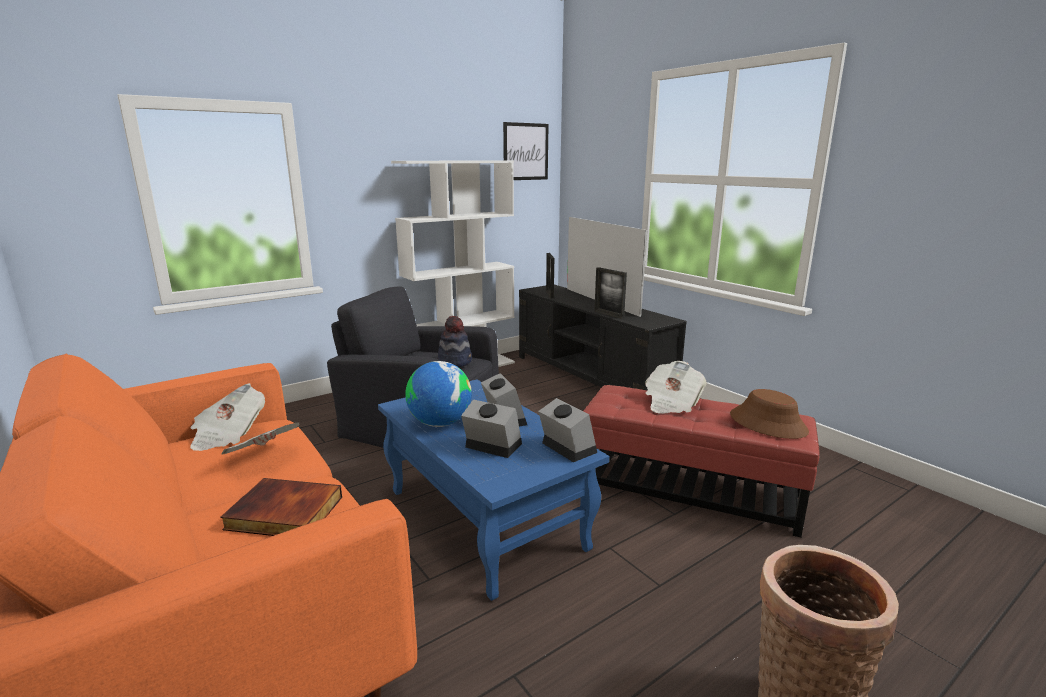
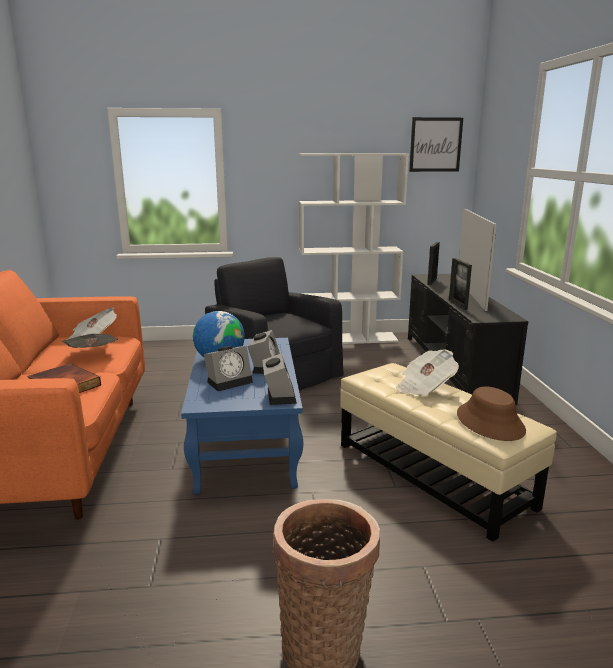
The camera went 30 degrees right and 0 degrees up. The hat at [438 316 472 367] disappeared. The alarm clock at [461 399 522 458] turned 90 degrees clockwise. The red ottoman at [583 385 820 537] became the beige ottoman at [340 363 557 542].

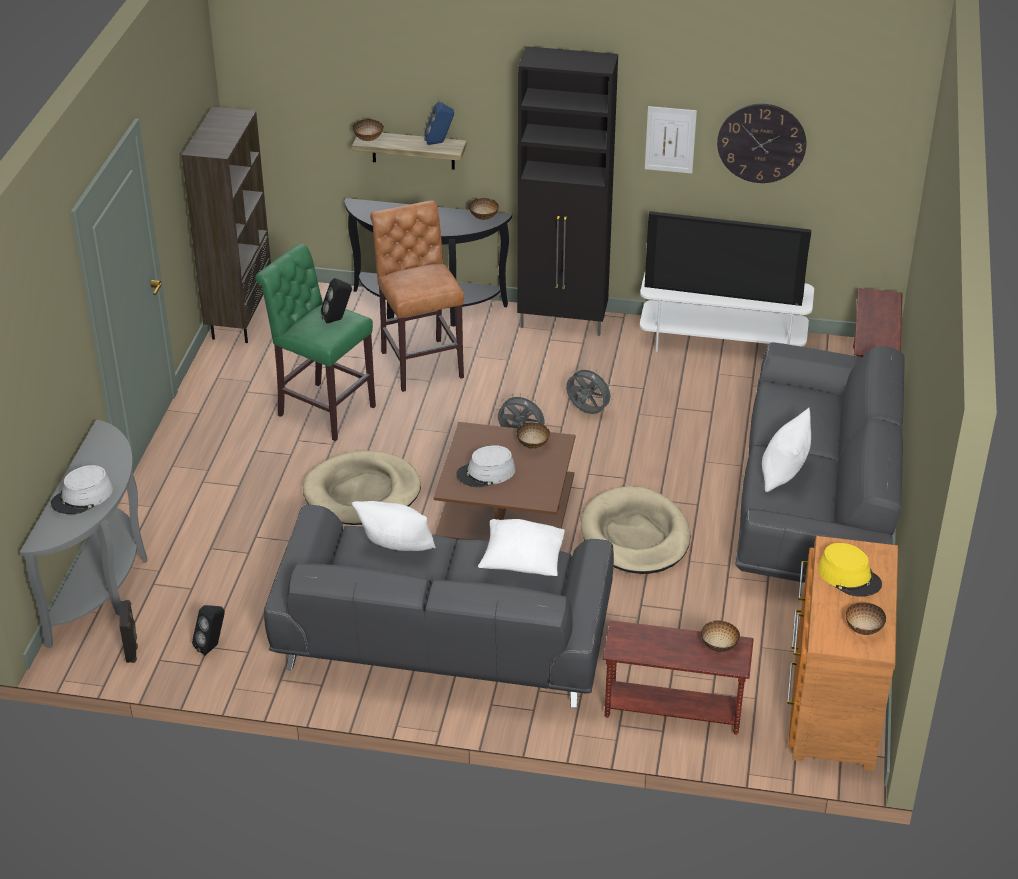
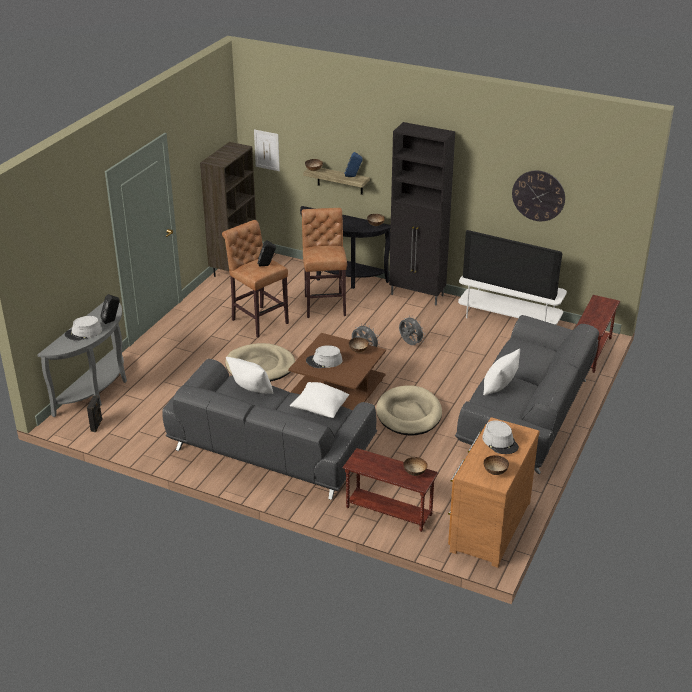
The camera went 15 degrees right and 5 degrees down. The black speaker moved from [192 605 225 656] to [100 294 120 324]. The green stool at [255 244 376 441] became the brown stool at [222 220 289 338]. The picture moved from [645 106 697 174] to [254 129 280 171]. The yellow hat at [818 543 882 597] became the grey hat at [482 420 519 454].

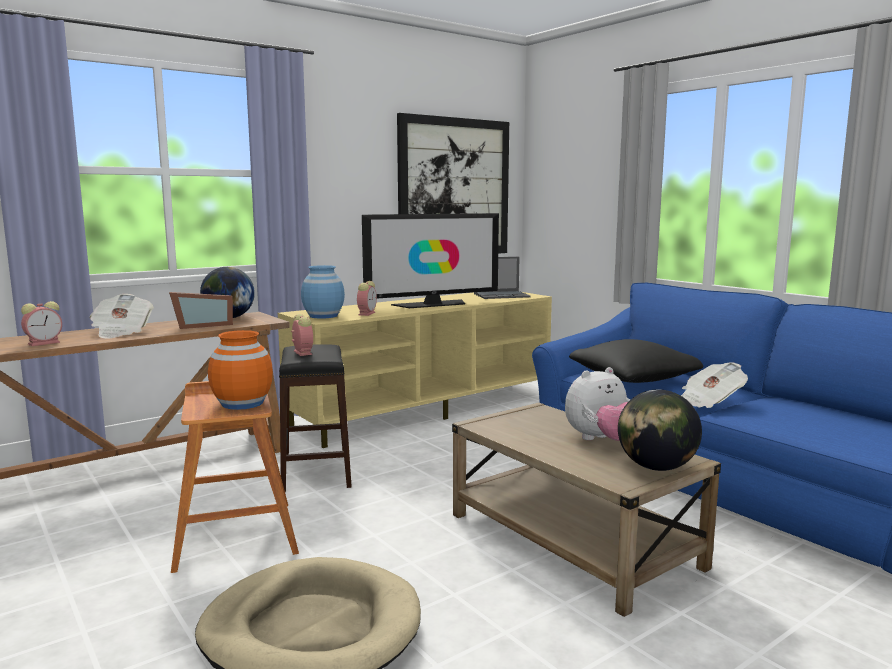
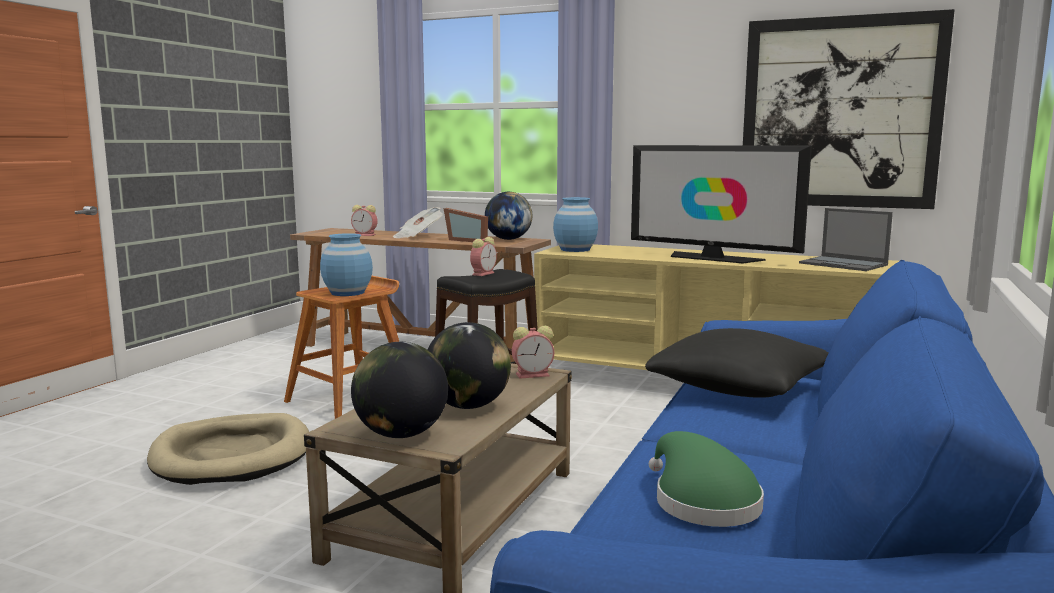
The camera went 60 degrees right and 0 degrees up. The orange vase at [208 330 273 410] became the blue vase at [320 233 373 296]. The alarm clock moved from [357 281 377 316] to [512 326 554 379]. The plush toy at [565 367 630 441] was replaced by the globe at [428 322 511 409]. The newspaper at [681 362 748 408] disappeared. The green hat at [649 431 764 527] appeared.

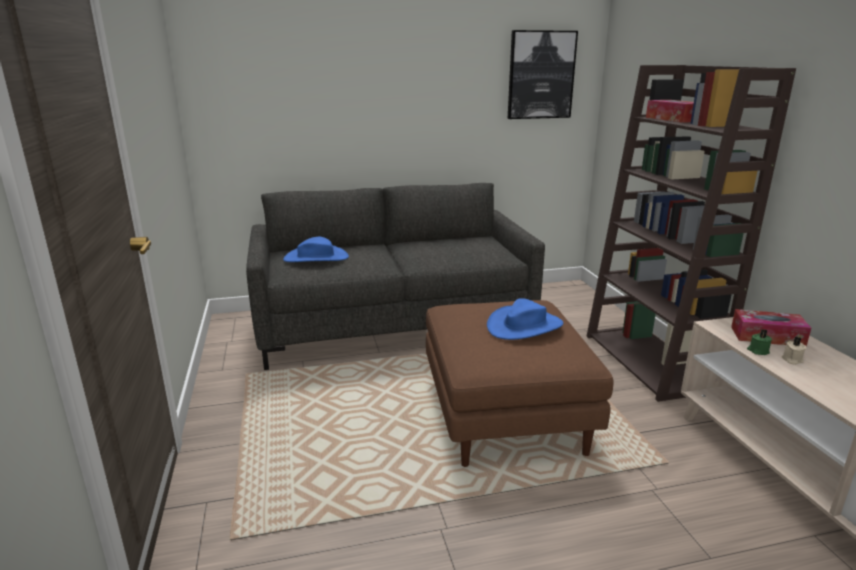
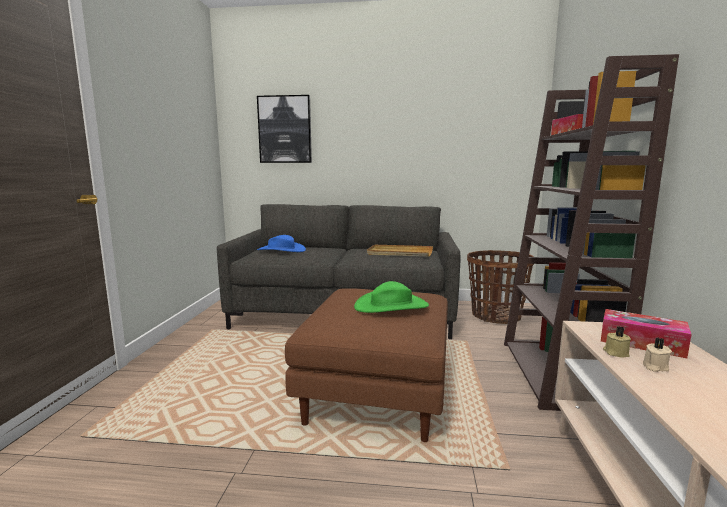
The camera went 20 degrees right and 10 degrees down. The blue hat at [487 298 563 340] became the green hat at [354 281 429 313]. The picture moved from [508 30 578 119] to [257 95 312 163]. The green candle at [747 329 772 355] became the beige candle at [603 326 631 358]. The beige tray at [367 245 433 257] appeared. The basket at [467 250 534 324] appeared.

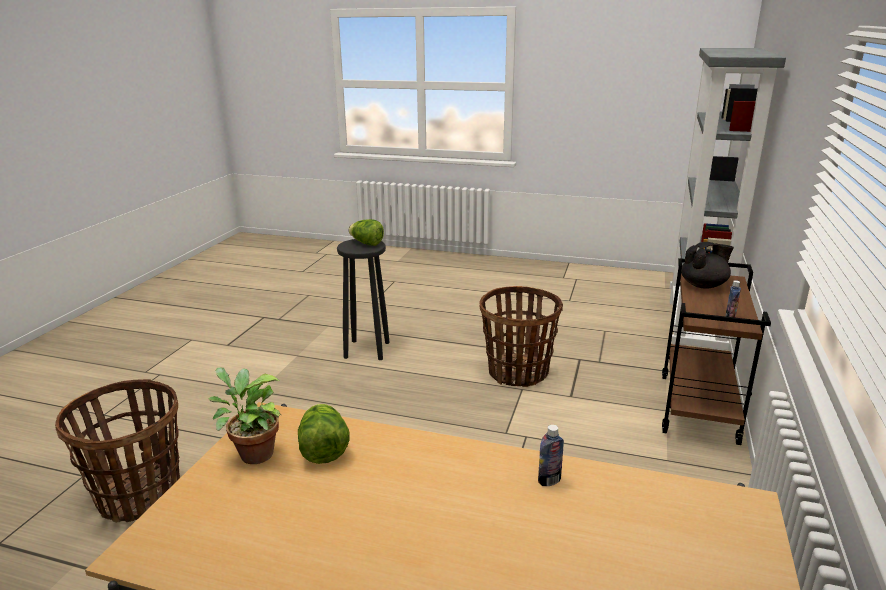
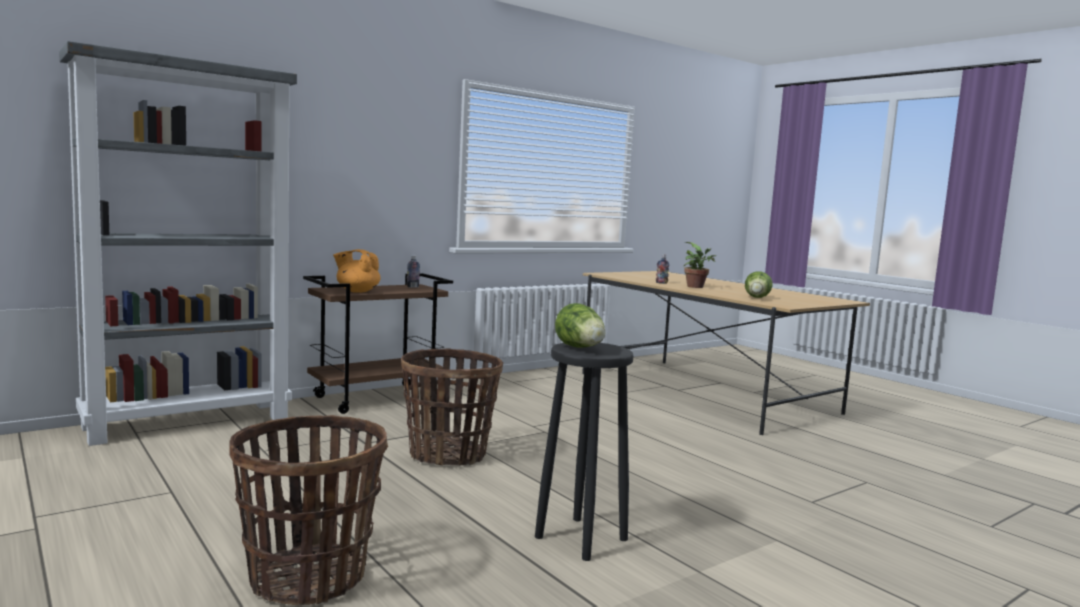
The camera went 145 degrees left and 15 degrees down. The basket moved from [55 379 180 522] to [229 415 388 605]. The potted plant moved from [208 367 282 464] to [683 242 716 288]. The black teapot at [681 242 734 289] became the orange teapot at [333 249 380 293].

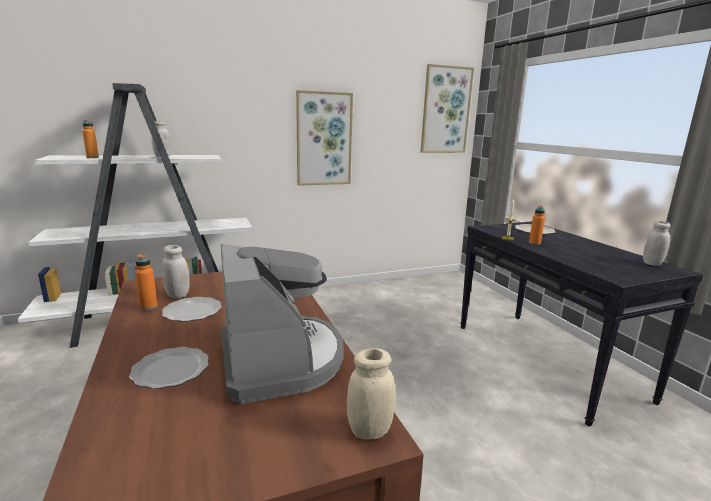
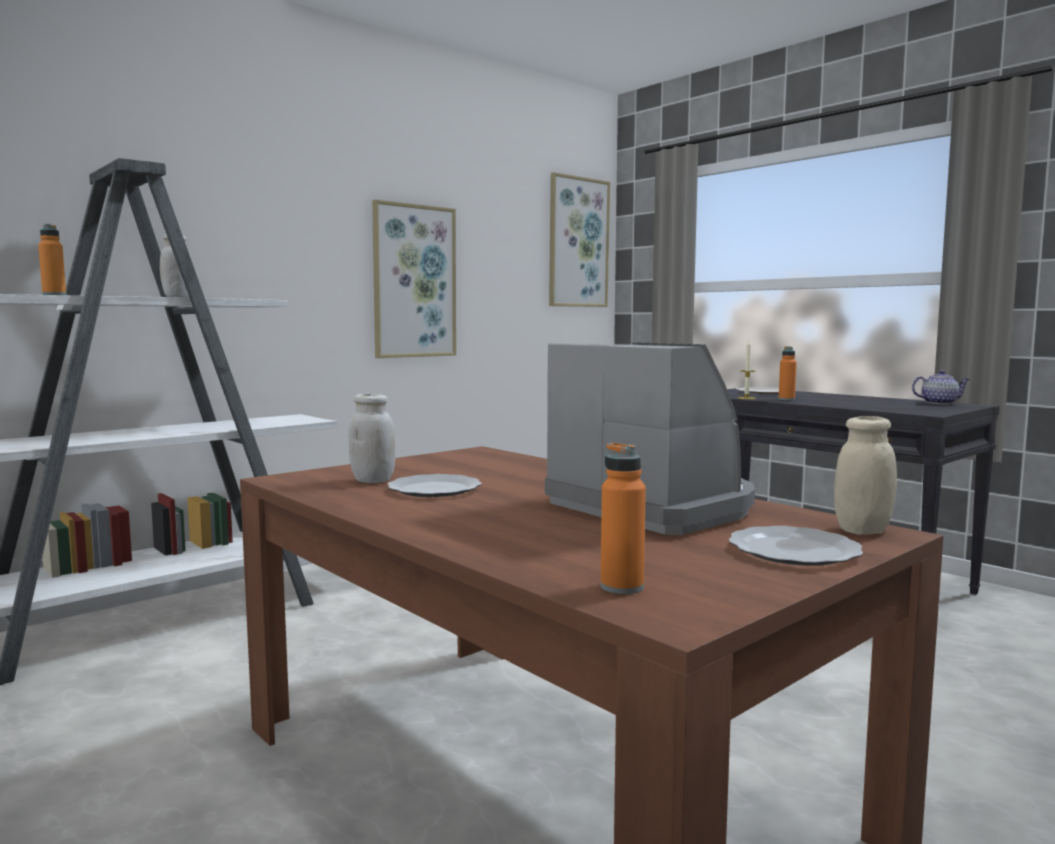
The camera went 20 degrees left and 10 degrees down. The plate moved from [129 347 209 389] to [729 526 863 566]. The orange bottle moved from [135 254 158 310] to [601 442 646 594]. The white jar at [643 221 670 266] was replaced by the teapot at [912 370 970 404].

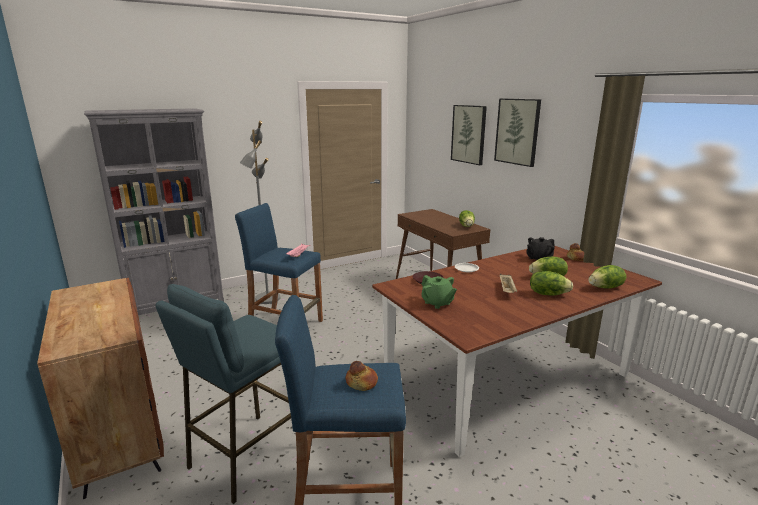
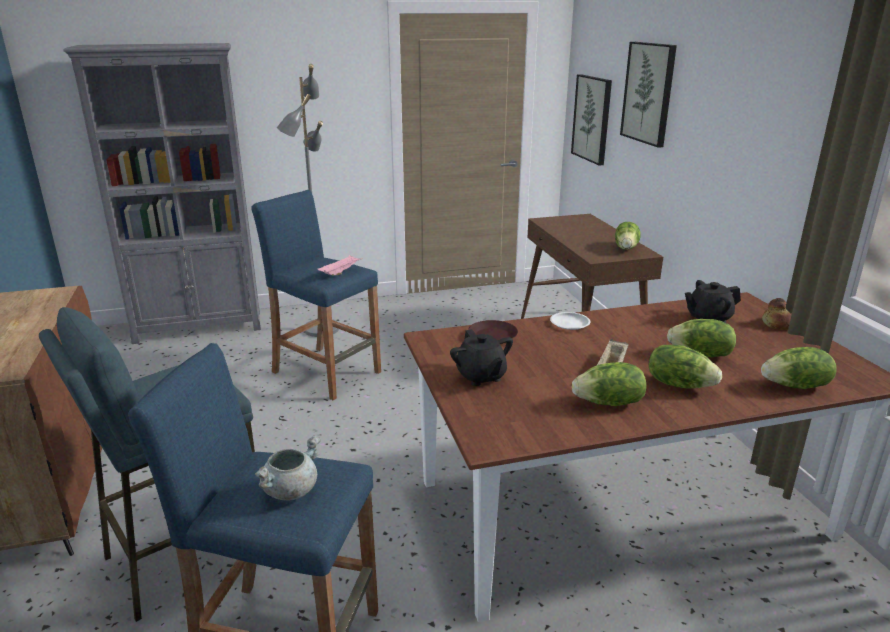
The camera went 15 degrees right and 5 degrees up. The bread at [346 361 378 391] was replaced by the grey cooking pot at [254 435 321 501]. The green teapot at [421 275 457 309] became the black teapot at [450 329 513 386]. The picture moved from [494 99 541 167] to [571 74 612 166]. The lettuce at [572 362 647 406] appeared.

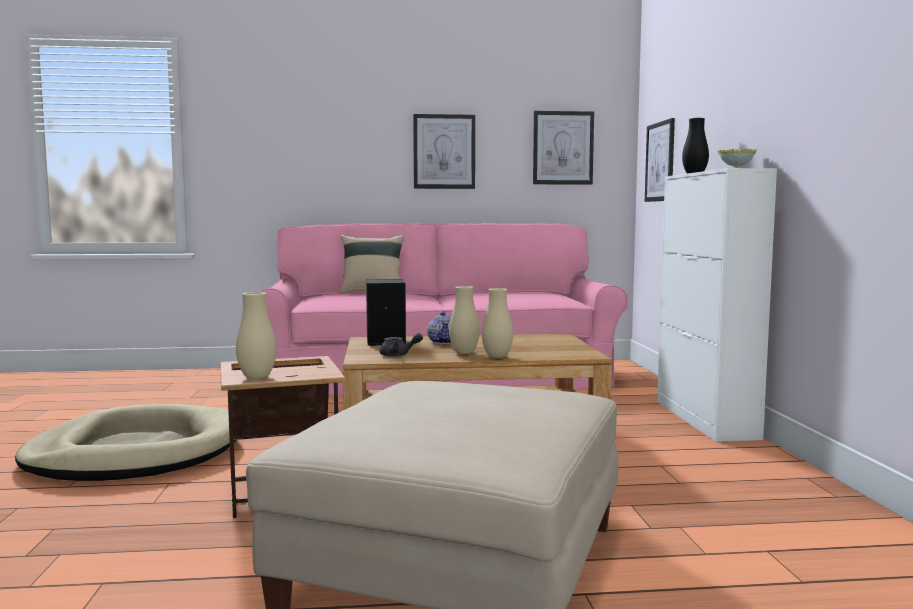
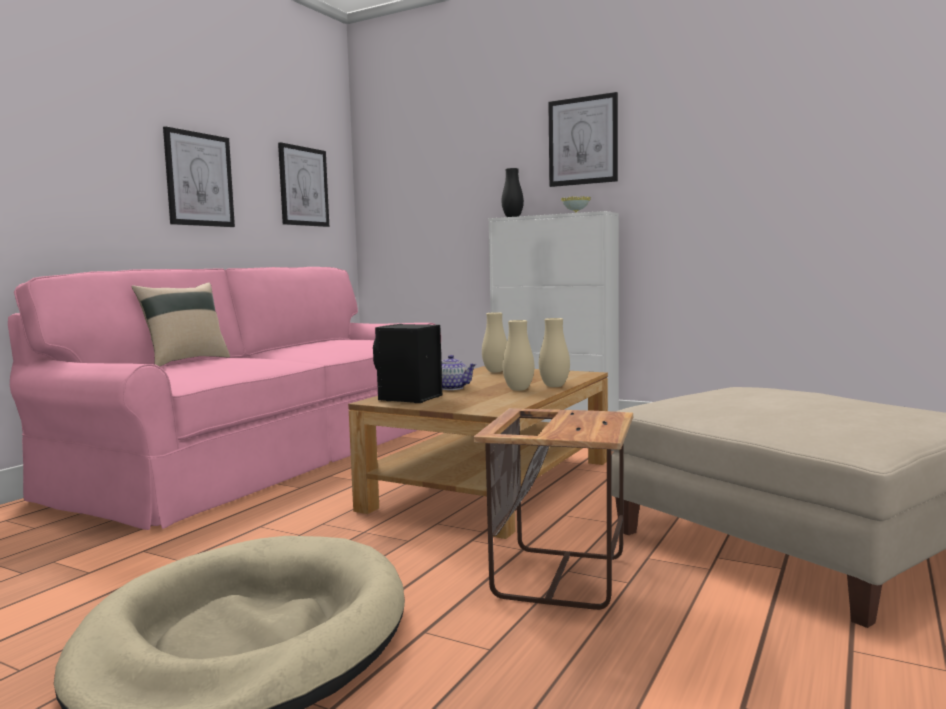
The camera went 55 degrees left and 0 degrees up. The beige vase moved from [236 292 277 379] to [482 312 507 372]. The grey teapot at [380 333 423 357] disappeared. The picture moved from [645 118 675 202] to [548 92 618 187].

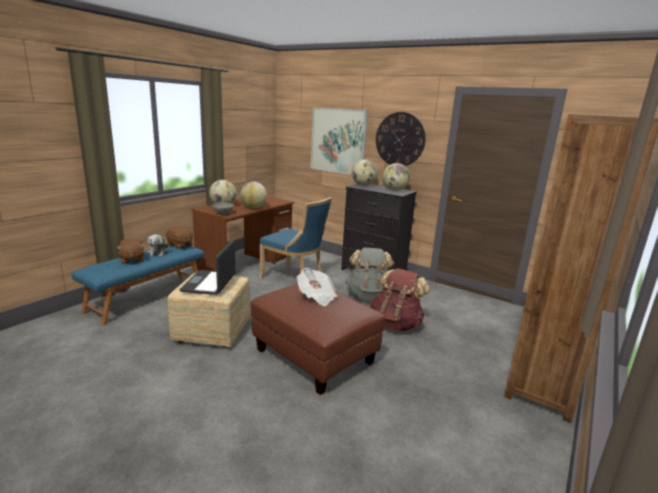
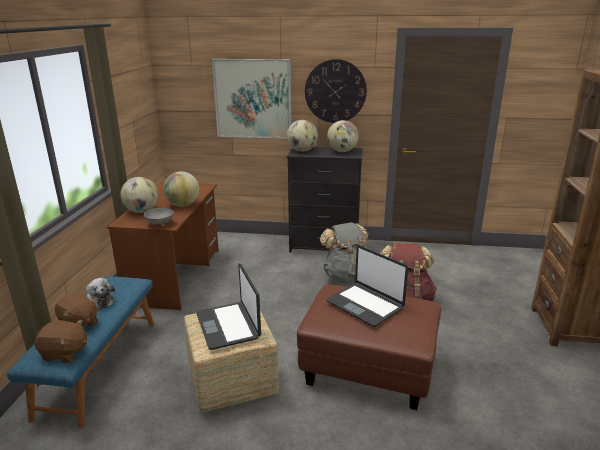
The camera went 25 degrees left and 5 degrees up. The brown plush toy moved from [166 226 193 249] to [35 320 87 363]. The blue chair at [259 197 332 278] disappeared. The newspaper at [296 268 337 306] was replaced by the laptop at [326 246 408 327].

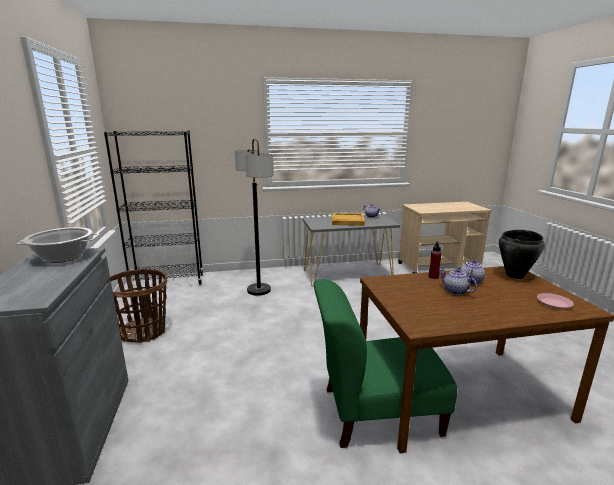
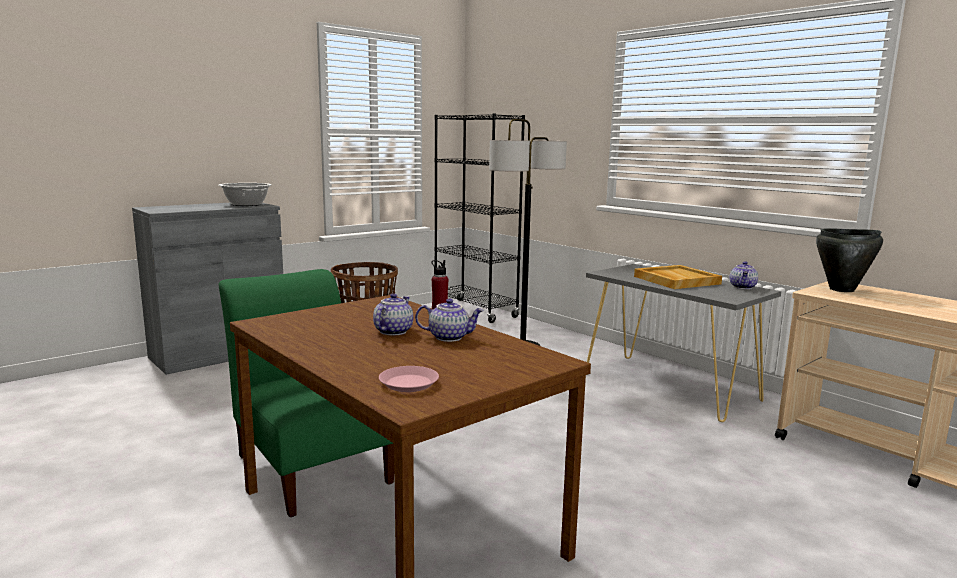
The camera went 60 degrees right and 5 degrees down. The black cooking pot moved from [499 230 545 279] to [816 228 883 292].

